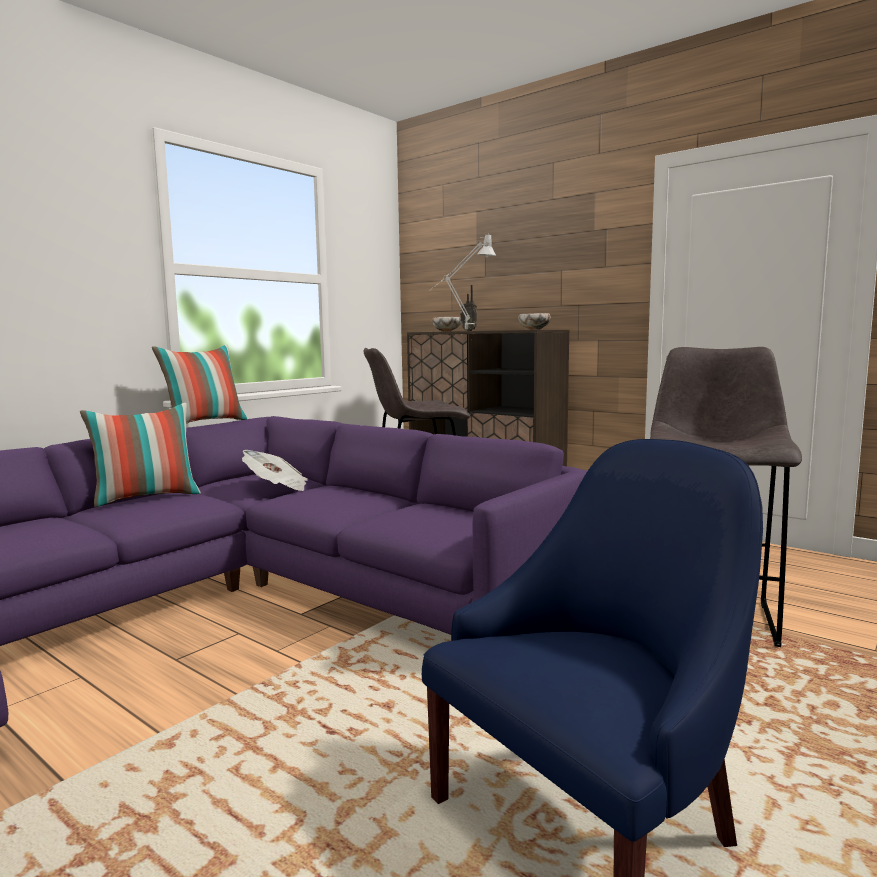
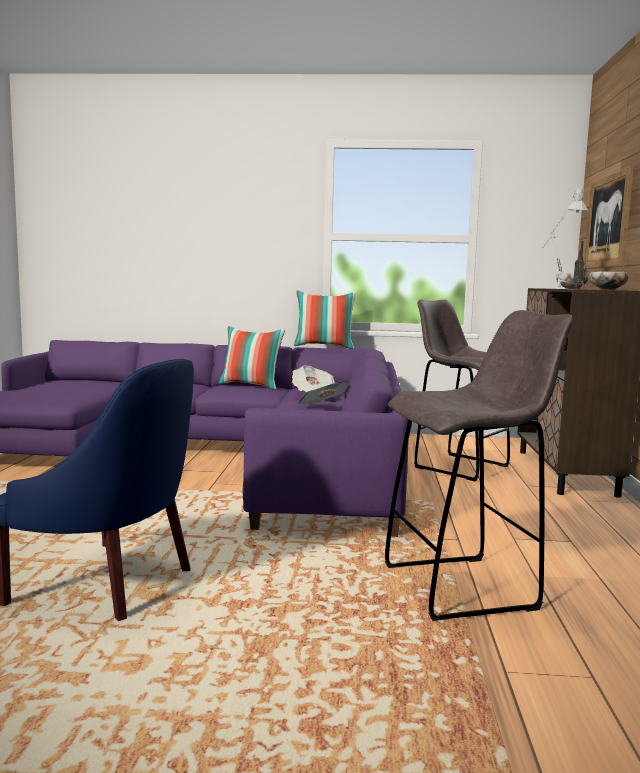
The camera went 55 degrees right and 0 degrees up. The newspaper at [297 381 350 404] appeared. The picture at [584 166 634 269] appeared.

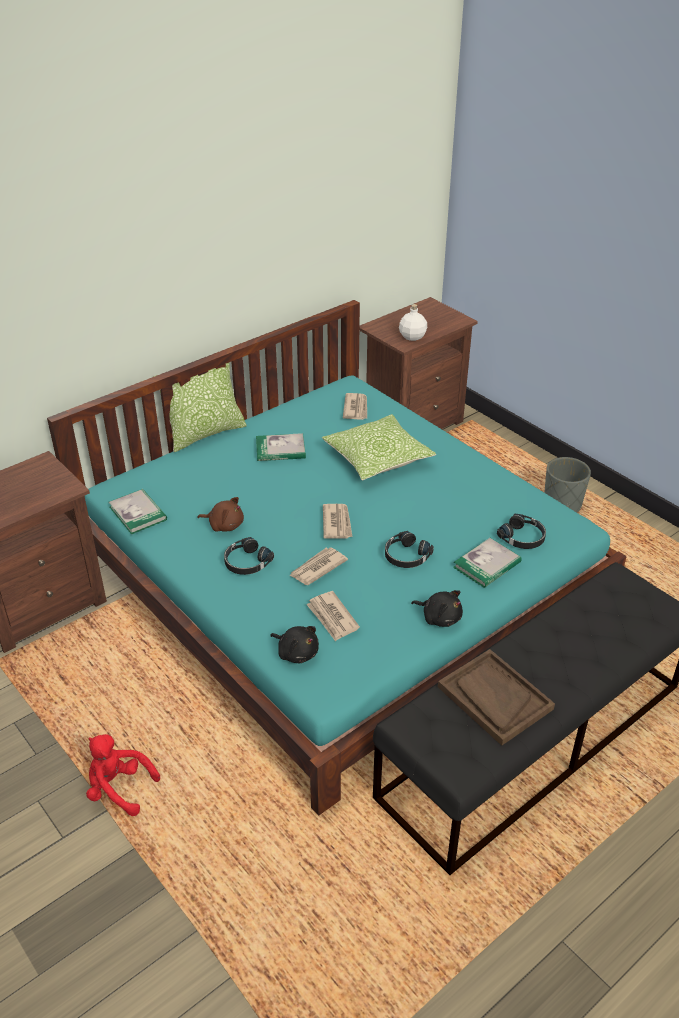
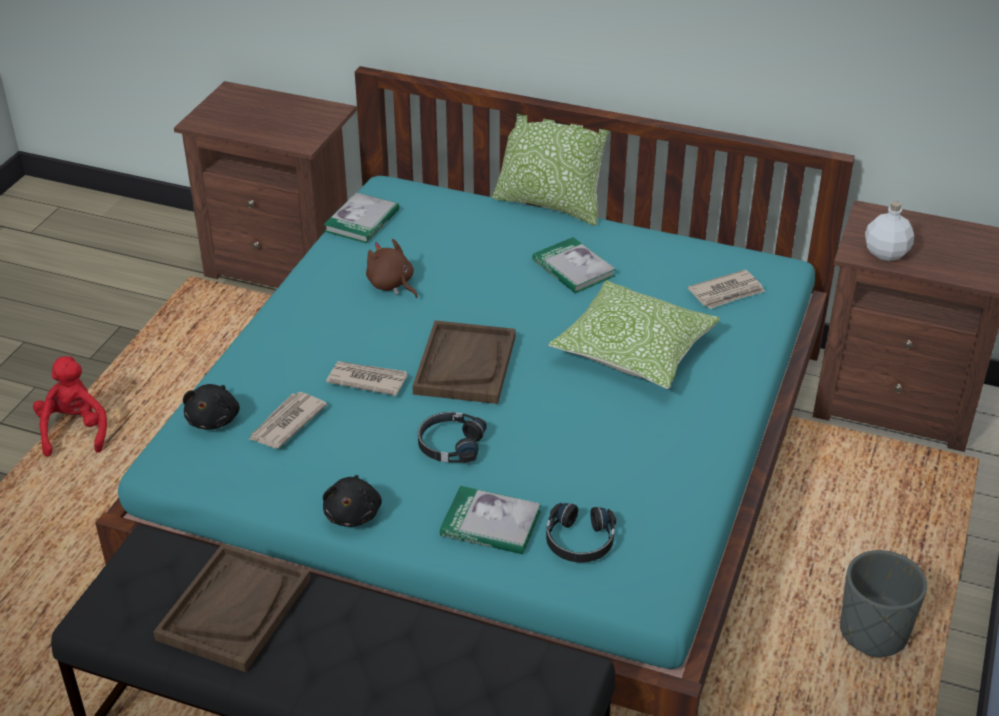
The camera went 60 degrees right and 0 degrees up. The brown plush toy at [198 497 244 532] turned 150 degrees clockwise. The black headphones at [224 537 274 575] disappeared. The newspaper at [323 504 353 539] was replaced by the brown tray at [413 320 516 404].

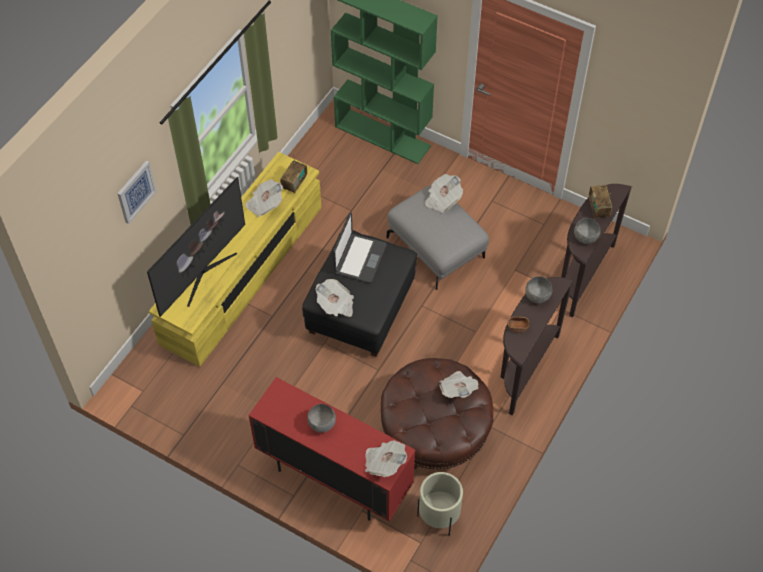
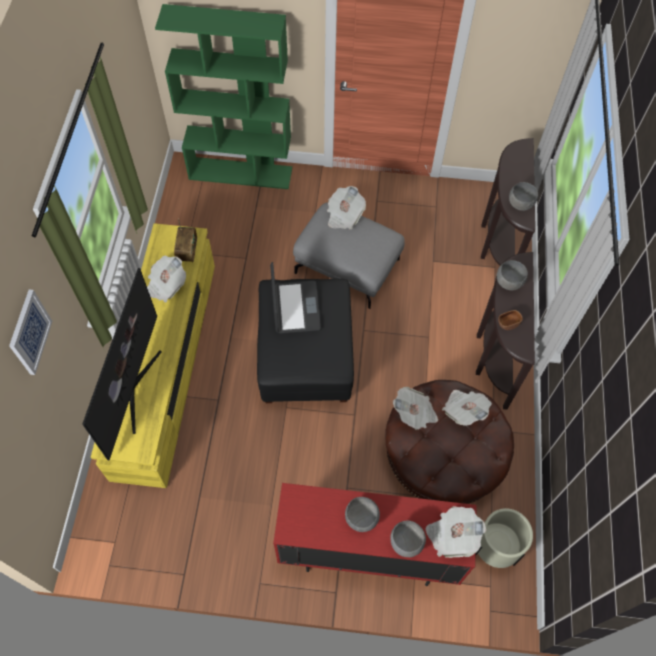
The camera went 25 degrees left and 5 degrees up. The newspaper moved from [316 279 354 317] to [393 387 438 430]. The radio at [589 185 612 218] disappeared. The grey bowl at [390 520 426 557] appeared.

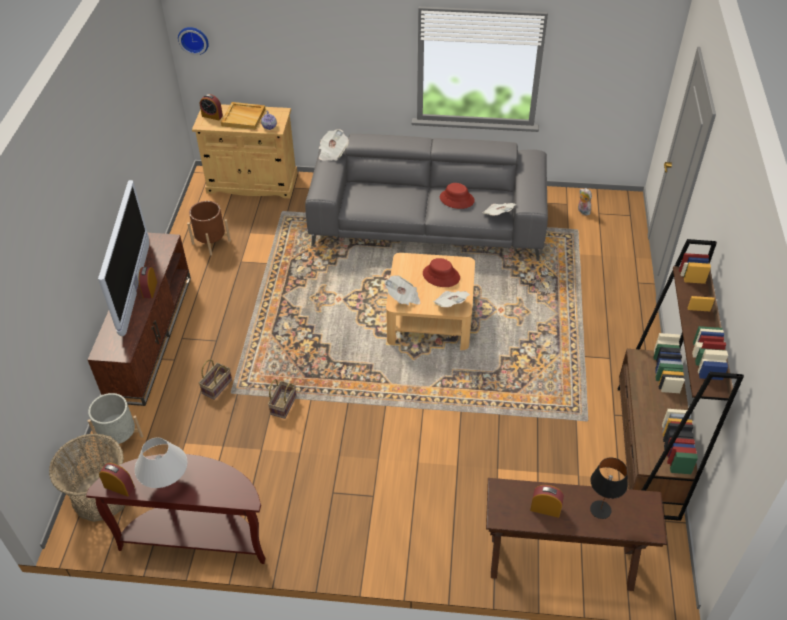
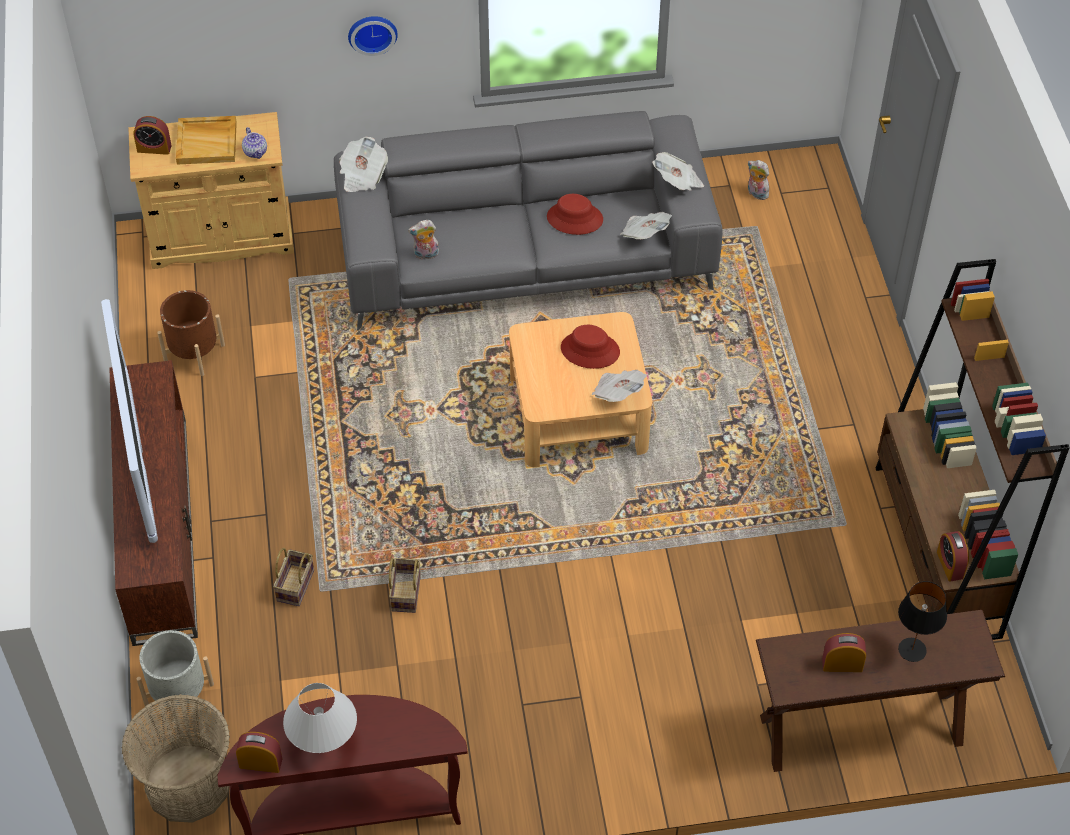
The camera went 15 degrees left and 5 degrees up. The alarm clock moved from [139 267 157 298] to [937 531 969 582]. The wall clock moved from [178 27 208 55] to [348 16 398 56]. The newspaper moved from [384 275 421 305] to [652 152 704 191]. The plush toy at [408 220 439 259] appeared.

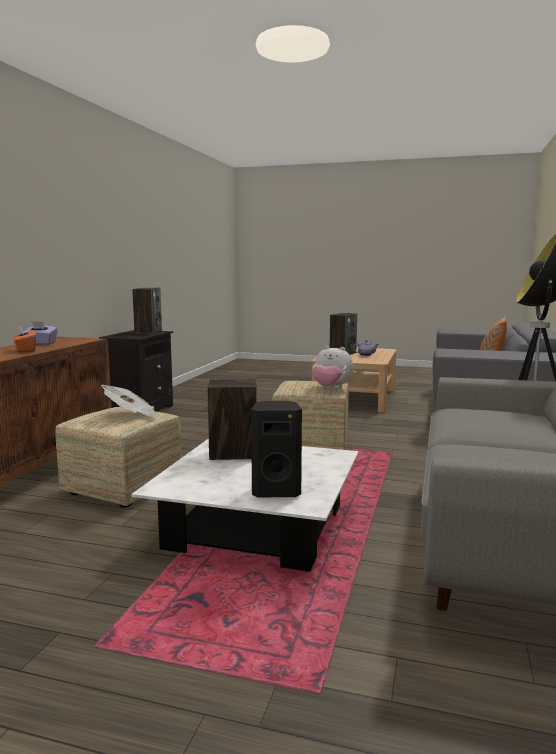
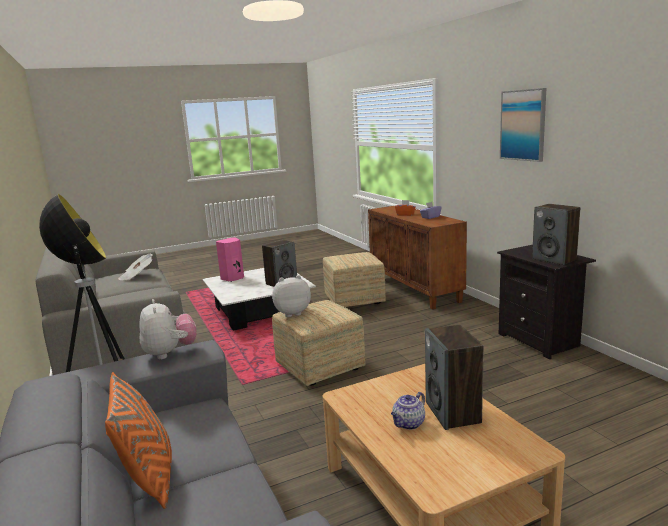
The camera went 140 degrees right and 5 degrees up. The newspaper moved from [101 385 156 417] to [118 254 153 280]. The black speaker at [251 401 302 497] became the pink speaker at [216 238 244 282]. The plush toy at [139 299 197 359] appeared. The picture at [500 88 546 162] appeared.

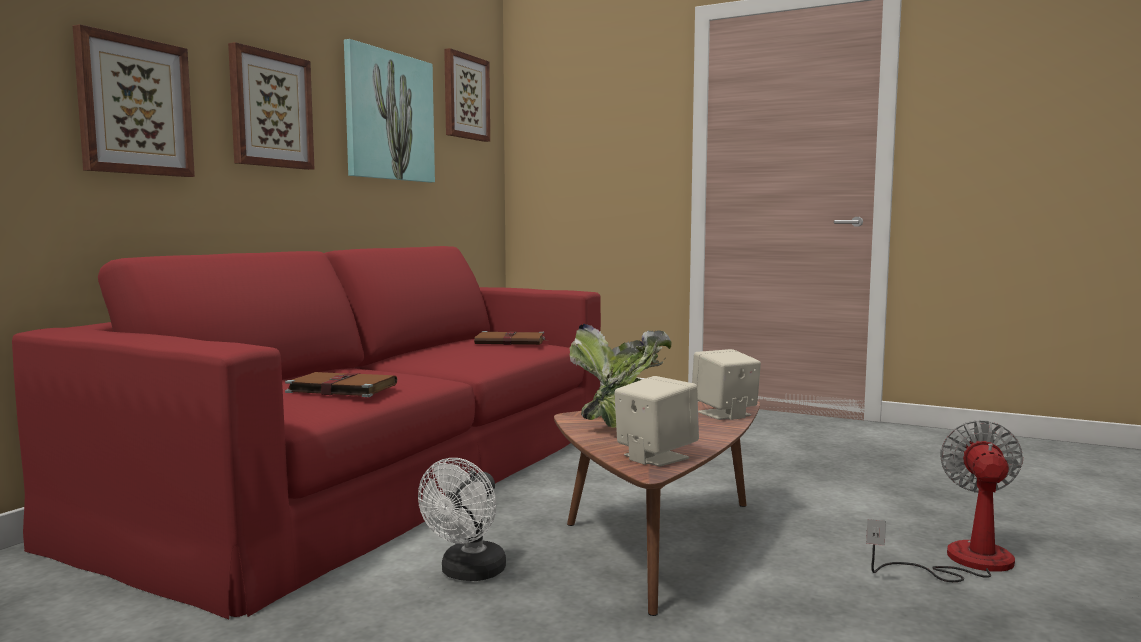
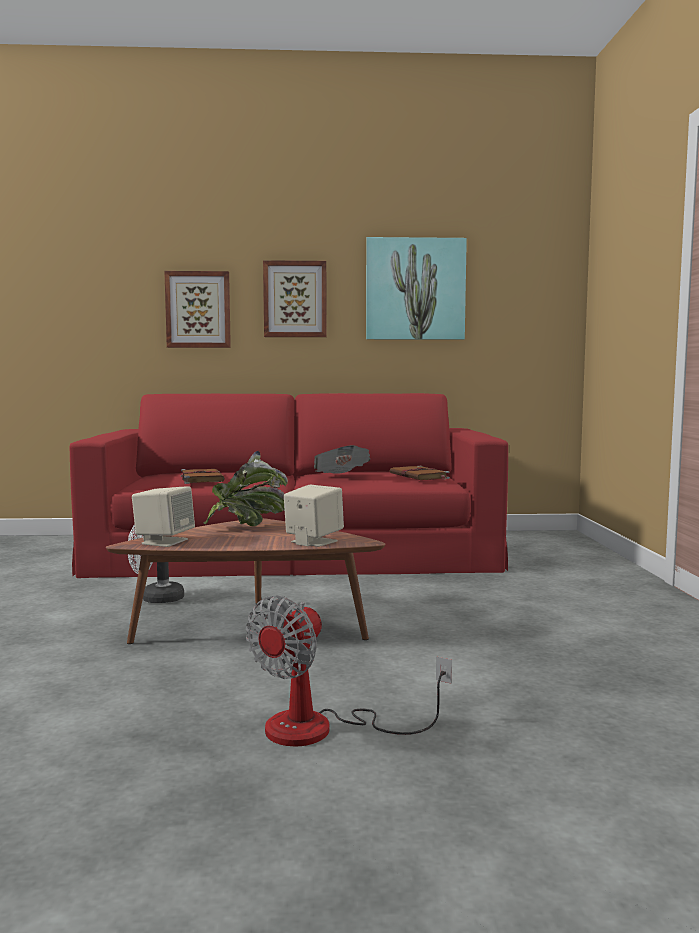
The camera went 60 degrees right and 0 degrees up. The picture at [444 48 490 142] disappeared. The fan at [866 420 1023 582] turned 135 degrees clockwise. The newspaper at [314 445 371 474] appeared.

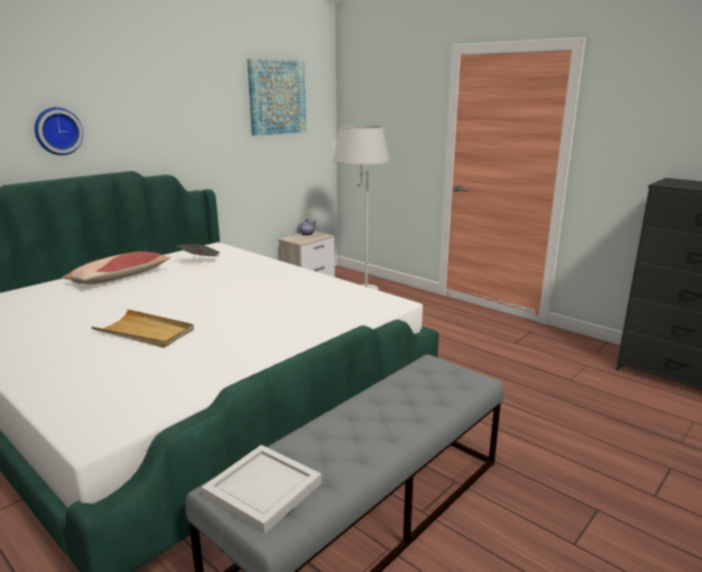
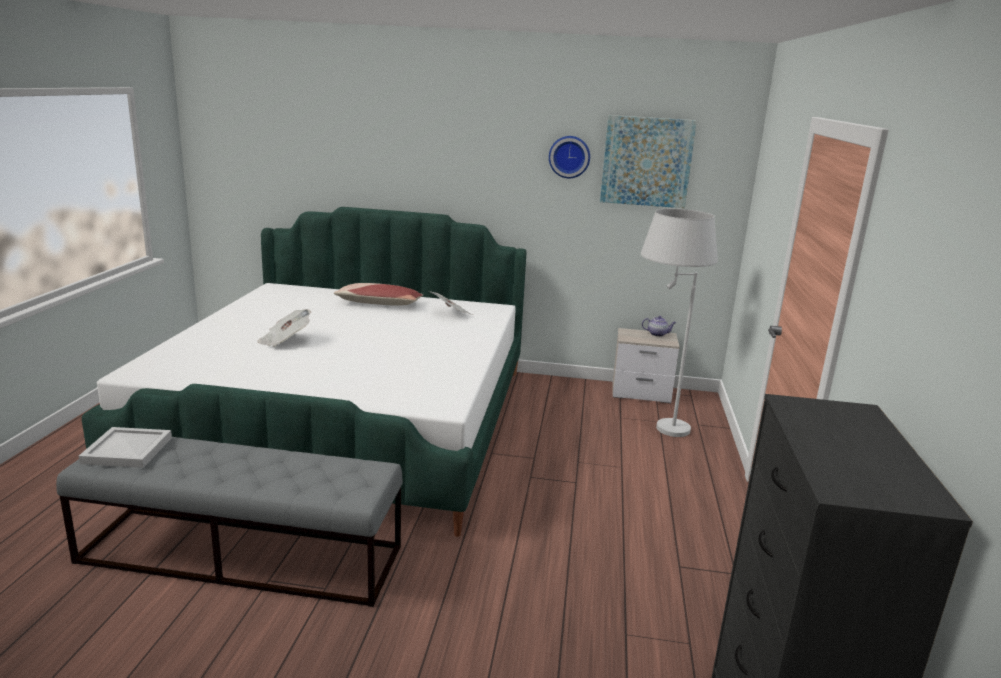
The camera went 55 degrees right and 0 degrees up. The wall clock moved from [34 107 83 155] to [549 136 590 178]. The beige tray at [91 309 194 348] was replaced by the newspaper at [258 309 311 347].

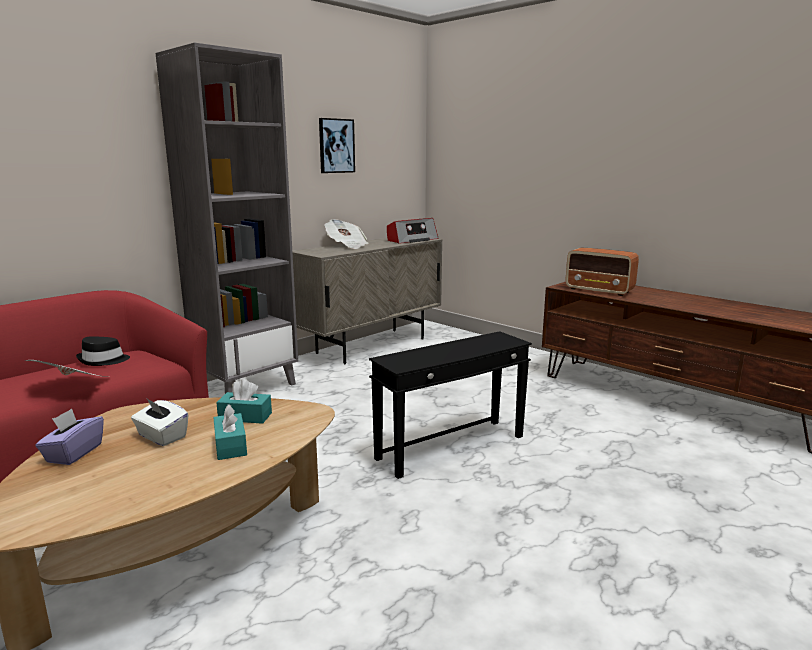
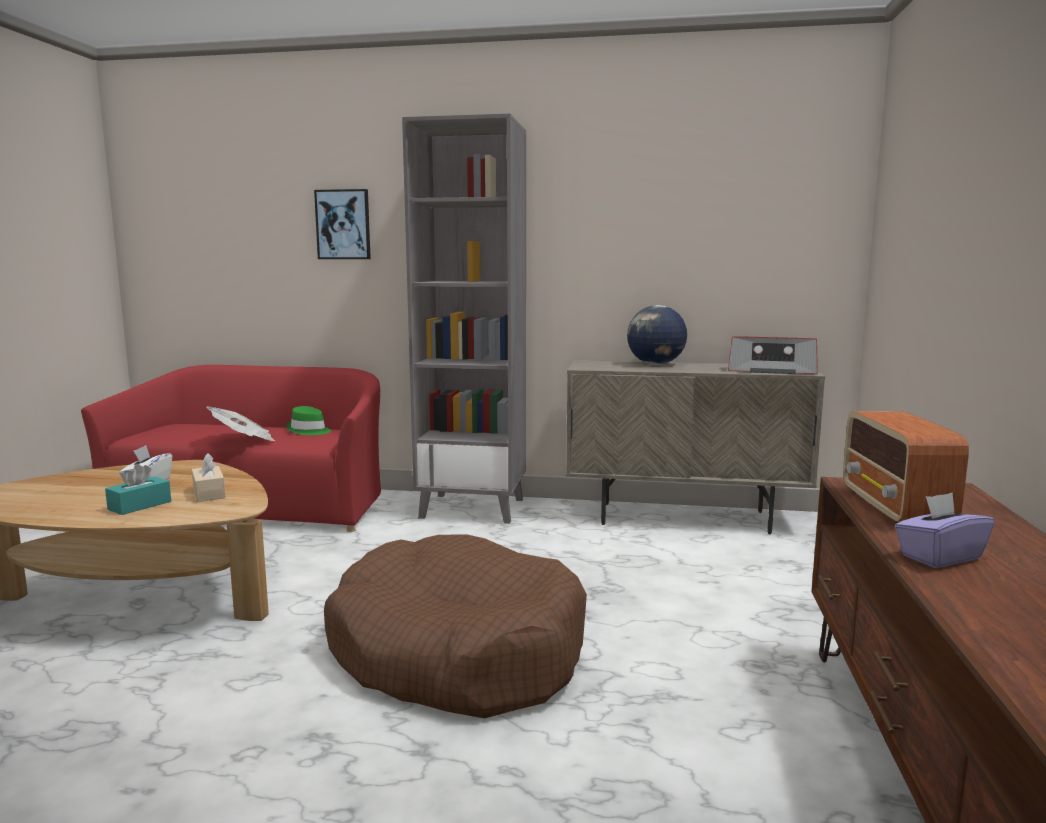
The camera went 55 degrees right and 5 degrees down. The purple tissue box moved from [35 409 104 465] to [895 493 995 568]. The black hat at [76 336 130 366] became the green hat at [286 406 331 435]. The turquoise tissue box at [216 379 272 424] became the beige tissue box at [192 453 226 502]. The picture moved from [319 118 355 173] to [314 189 371 259]. The newspaper at [324 219 368 249] was replaced by the globe at [627 305 687 365]. The black side table at [369 331 532 479] was replaced by the brown dog bed at [324 534 587 718].

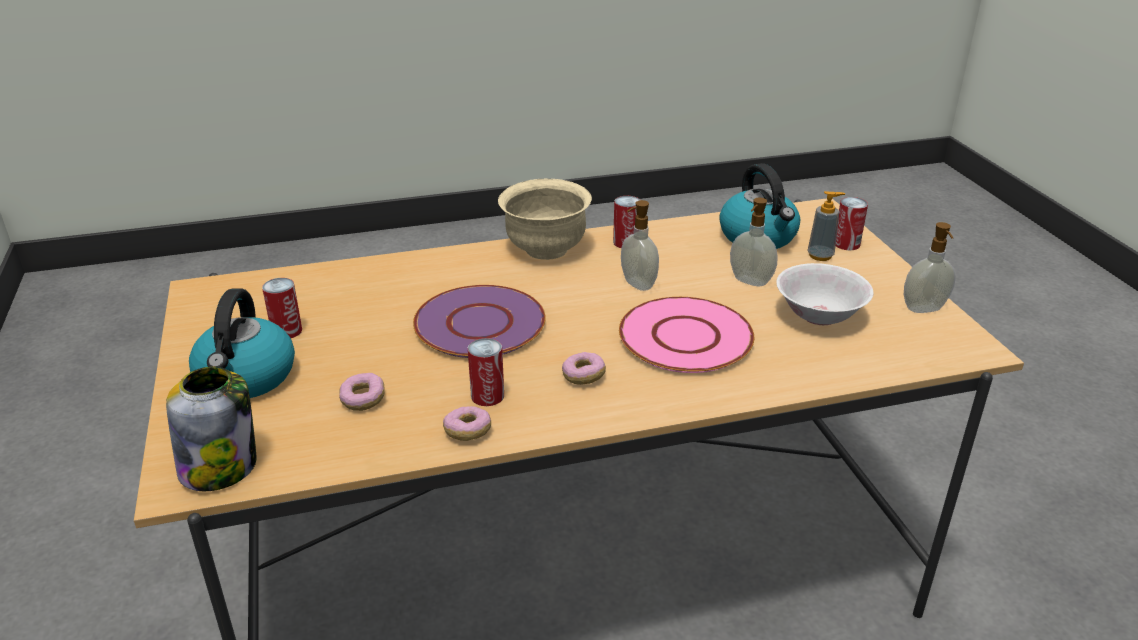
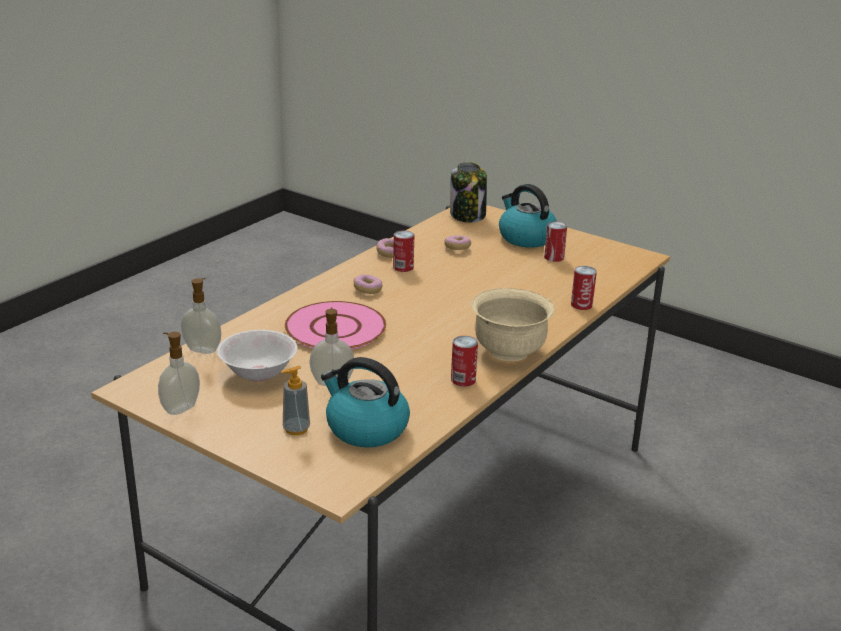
The camera went 140 degrees right and 5 degrees down. The purple plate at [413 285 546 358] disappeared. The soap dispenser moved from [621 200 659 291] to [181 278 221 354]. The can moved from [836 197 868 250] to [571 266 597 310].

